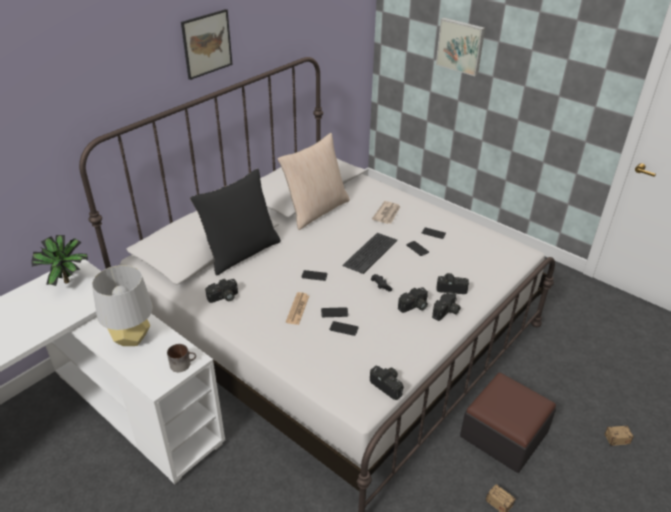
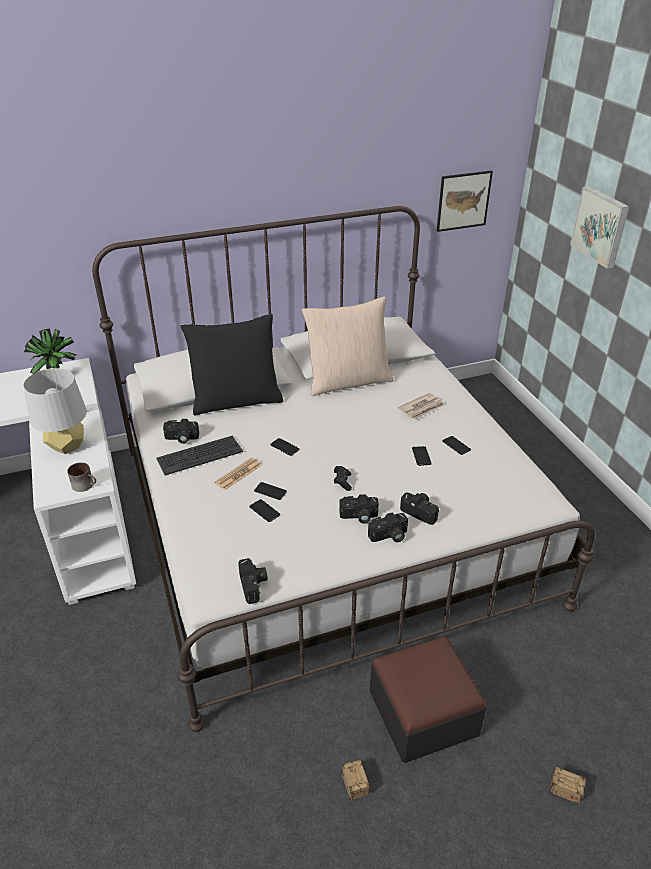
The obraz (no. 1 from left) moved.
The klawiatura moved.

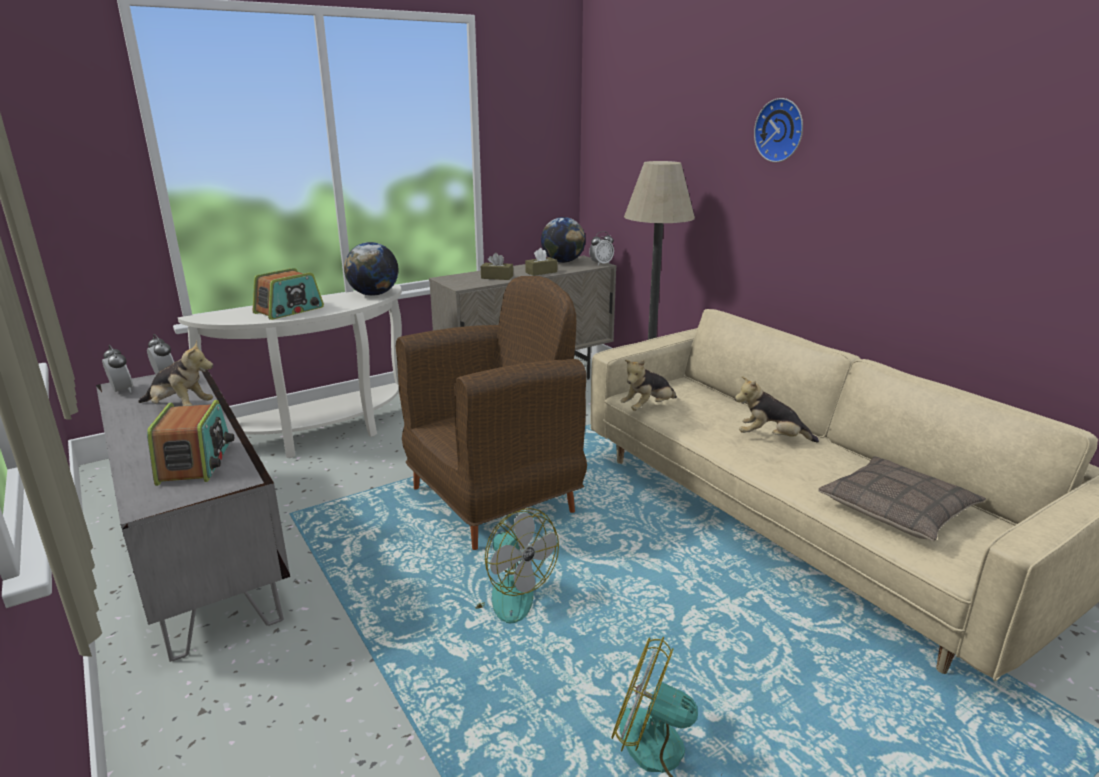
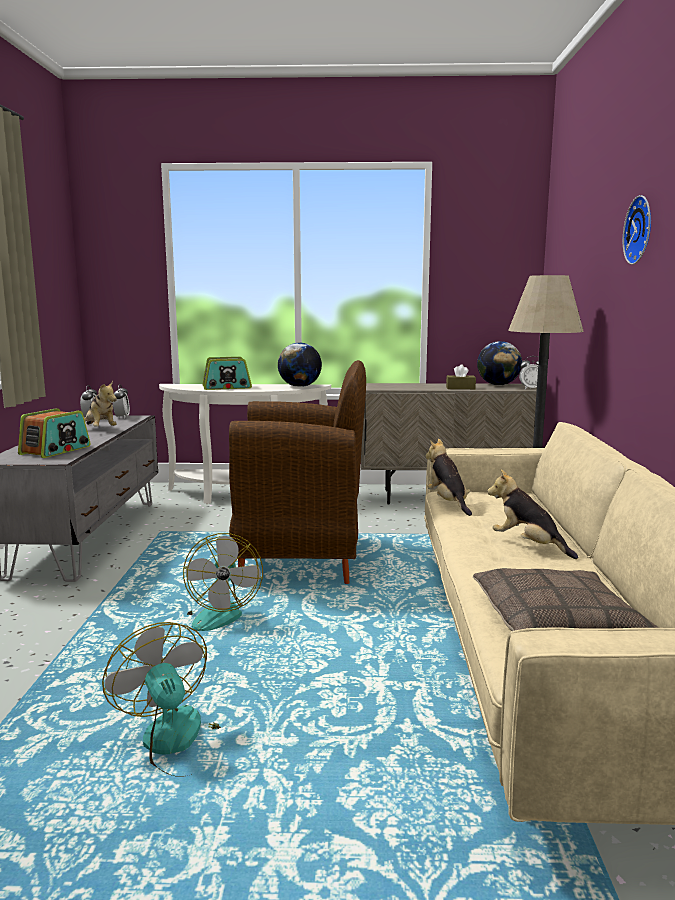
The pudełko chusteczek/brązowy (no. 1 from left) disappeared.
The pluszak (no. 2 from left) turned 75 degrees clockwise.

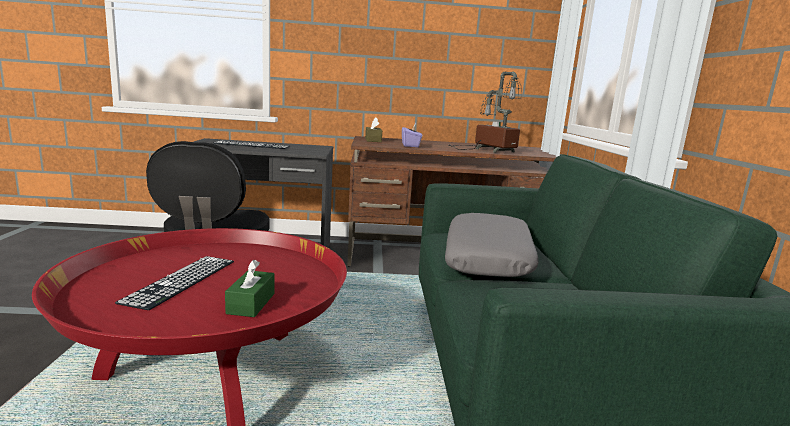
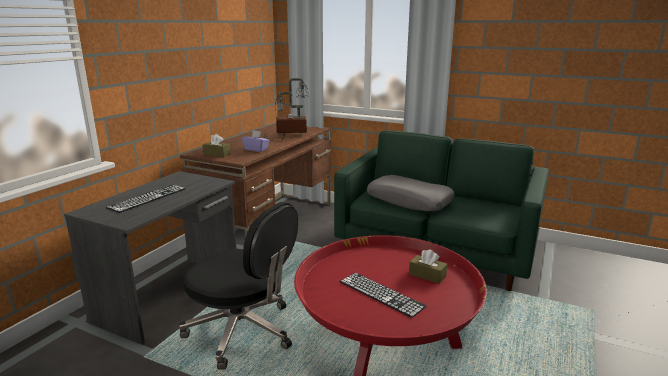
The pudełko chusteczek/zielony became the pudełko chusteczek/brązowy (no. 2 from left).

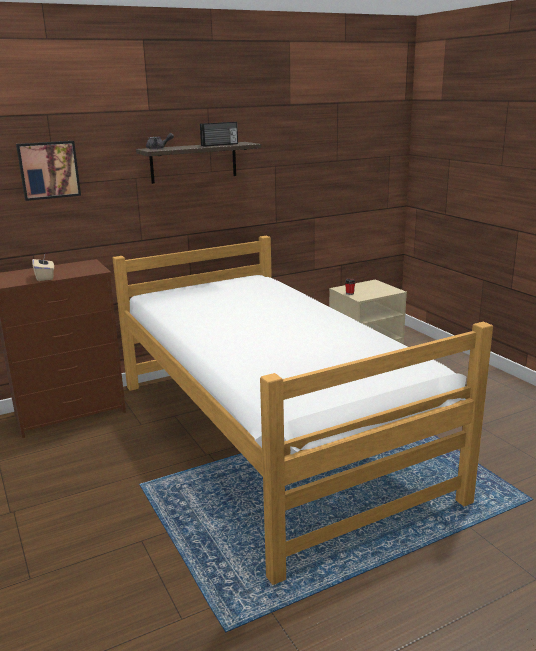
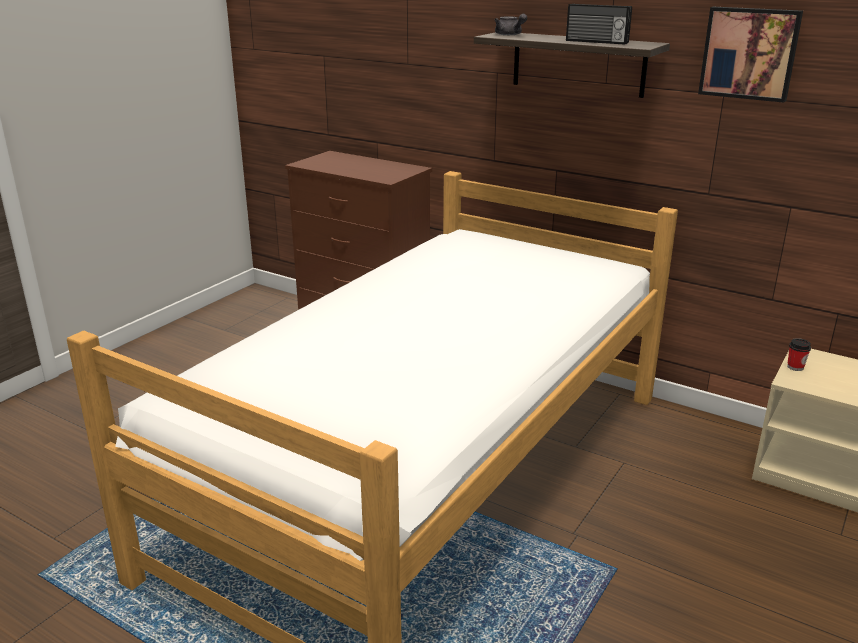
The obraz moved.
The pudełko chusteczek/beżowy disappeared.

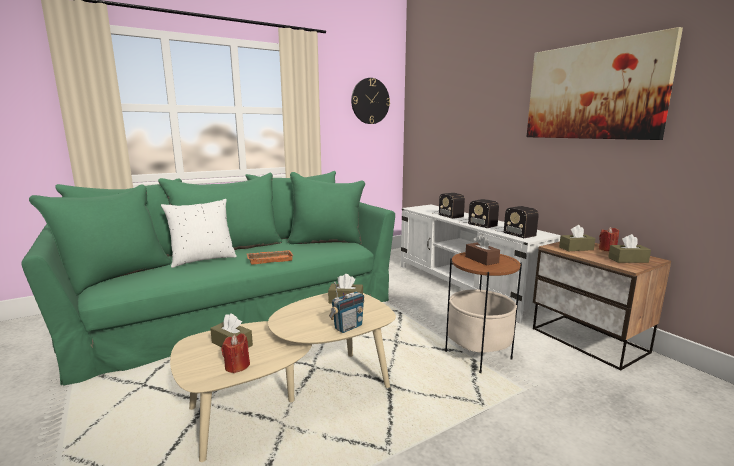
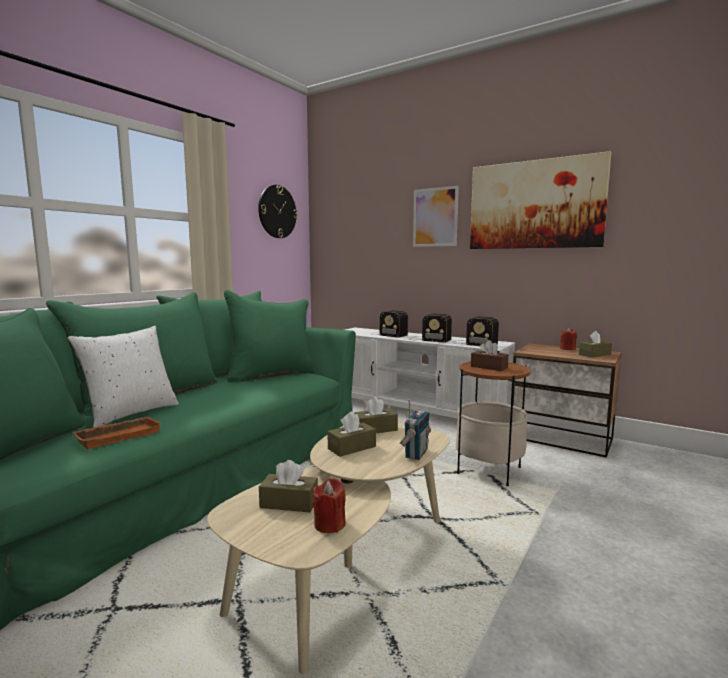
The pudełko chusteczek/brązowy (no. 4 from left in the first image) moved.
The taca/pomarańczowy moved.
The obraz (no. 1 from left) appeared.

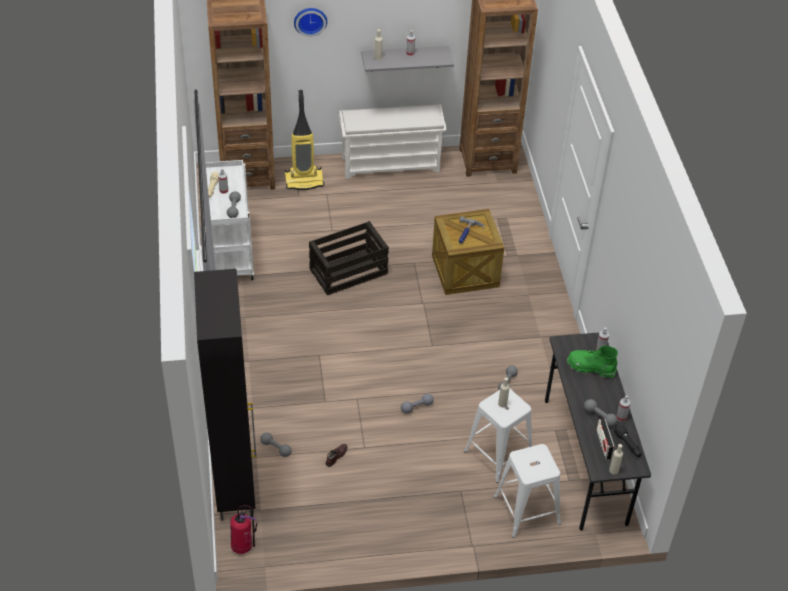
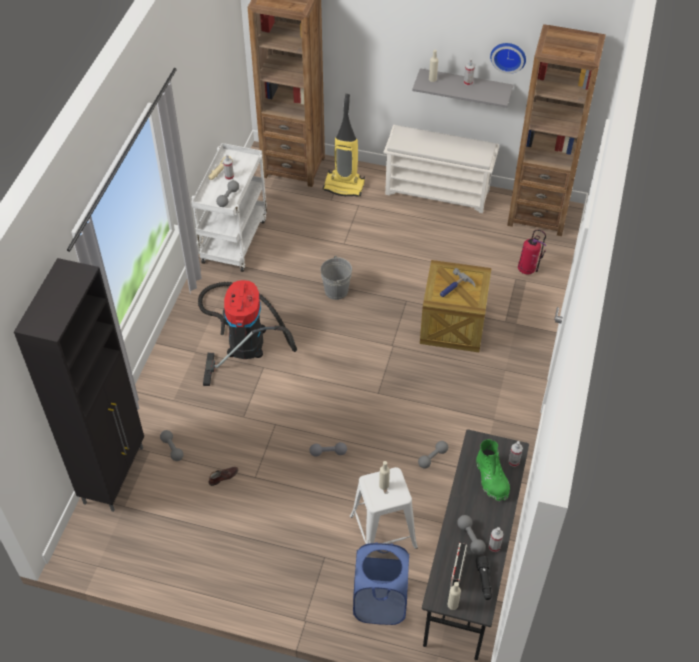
The zegar ścienny moved.
The skrzynka (no. 1 from left) was replaced by the wiadro/szary.
The but z cholewką/zielony turned 150 degrees counterclockwise.
The stołek/biały (no. 2 from left) was replaced by the kosz na pranie/niebieski.
The gaśnica moved.
The odkurzacz (no. 1 from left) appeared.

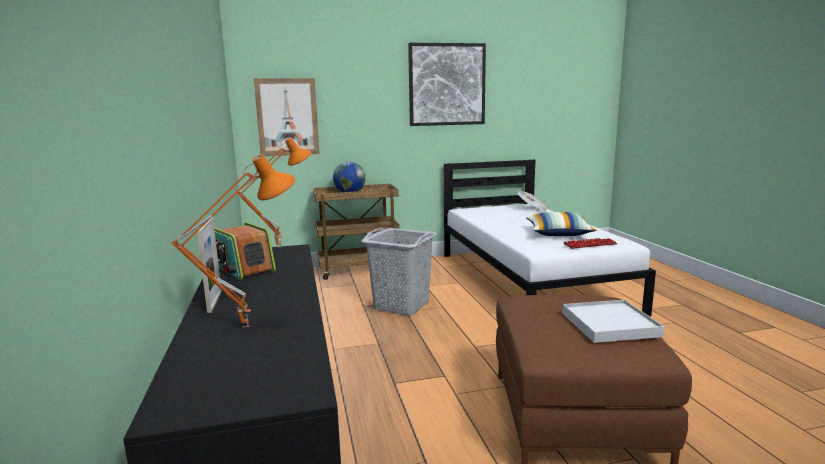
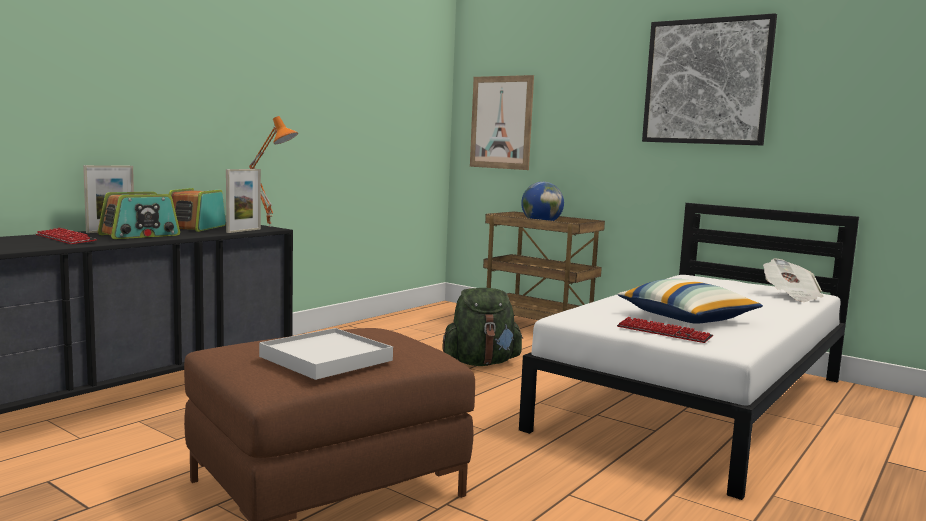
The lampa stołowa/pomarańczowy (no. 1 from left) was replaced by the klawiatura (no. 1 from left).
The kosz na pranie/szary was replaced by the plecak/zielony.
The ramka na zdjęcie (no. 2 from left) appeared.
The radio (no. 1 from left) appeared.

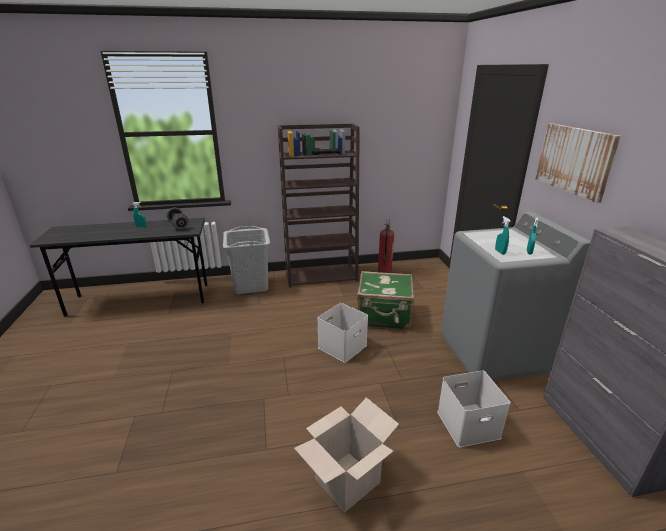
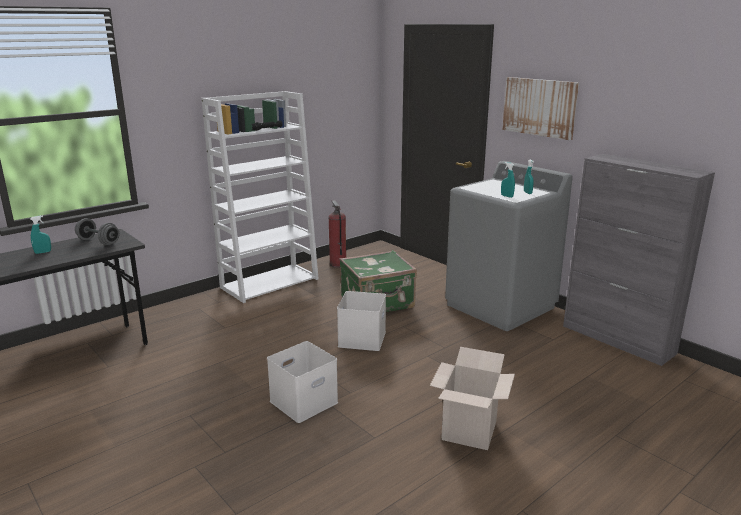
The regał/brązowy became the regał/biały.
The kosz na pranie/szary disappeared.
The pojemnik do przechowywania/biały (no. 2 from left in the first image) moved.

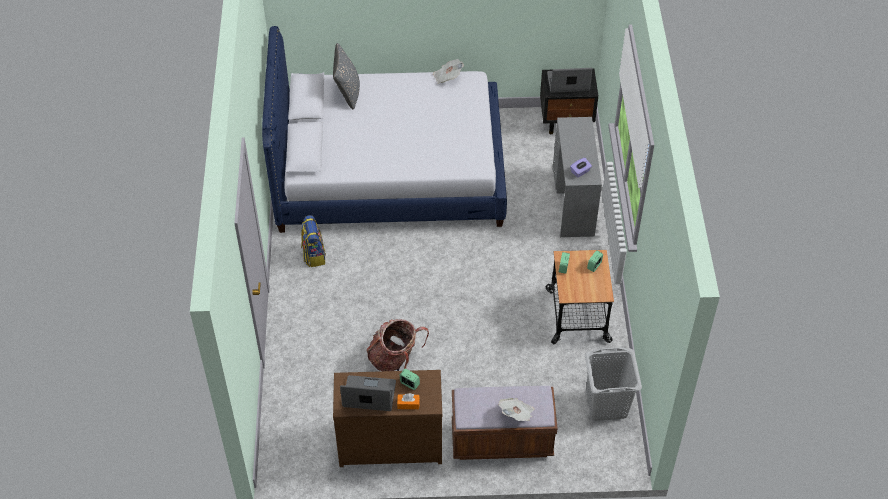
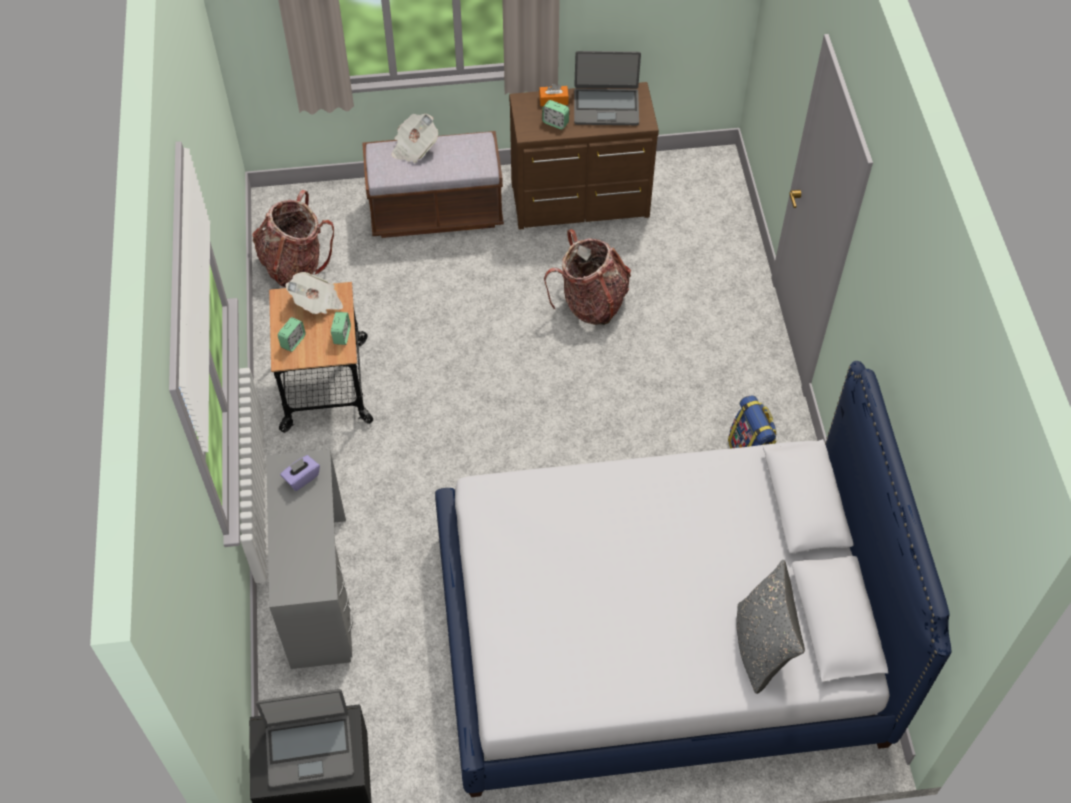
The gazeta (no. 1 from left) moved.
The kosz na pranie/szary was replaced by the plecak (no. 1 from left).

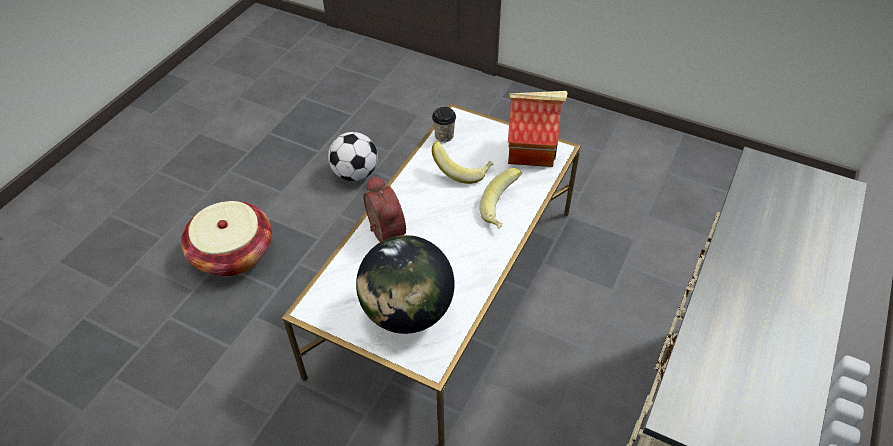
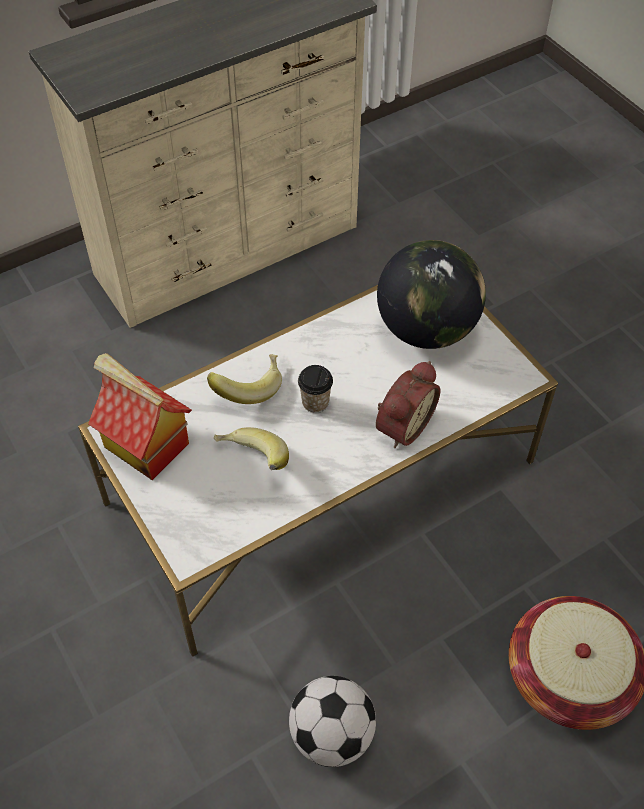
The filiżanka moved.
The budzik turned 150 degrees counterclockwise.

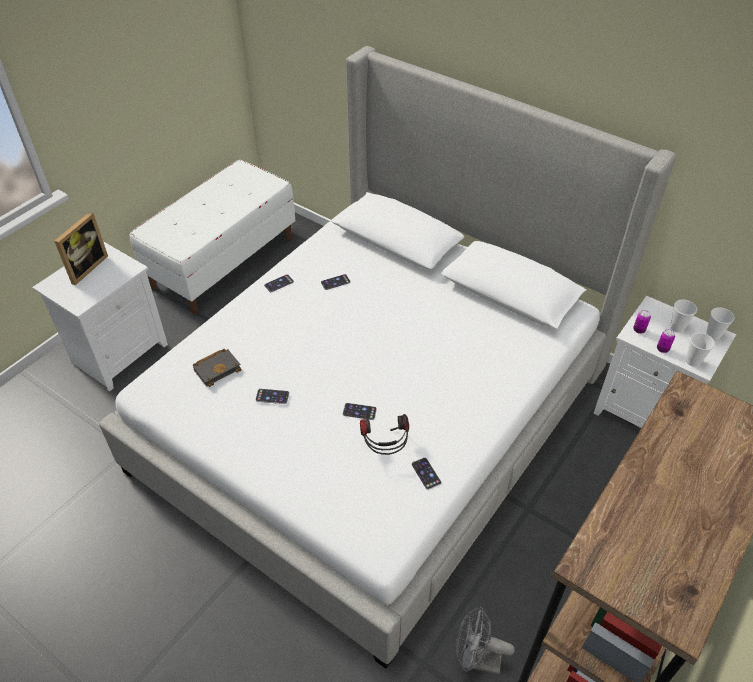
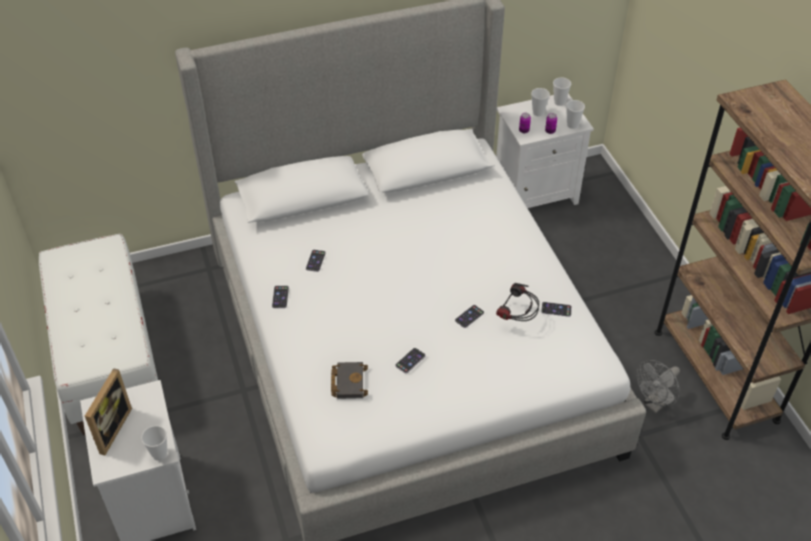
The ramka na zdjęcie turned 45 degrees clockwise.
The filiżanka (no. 1 from left) appeared.

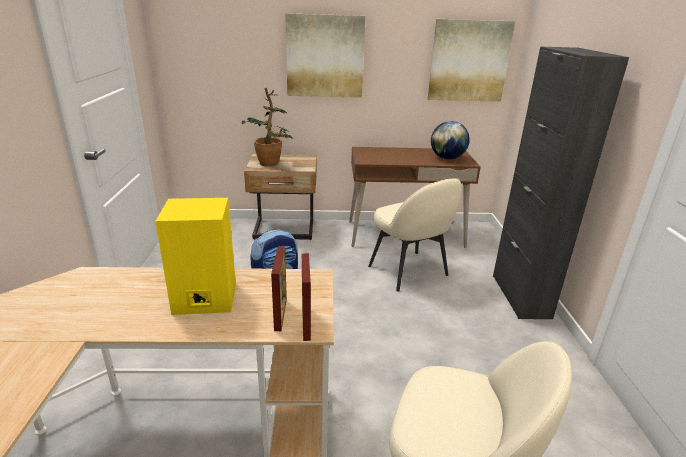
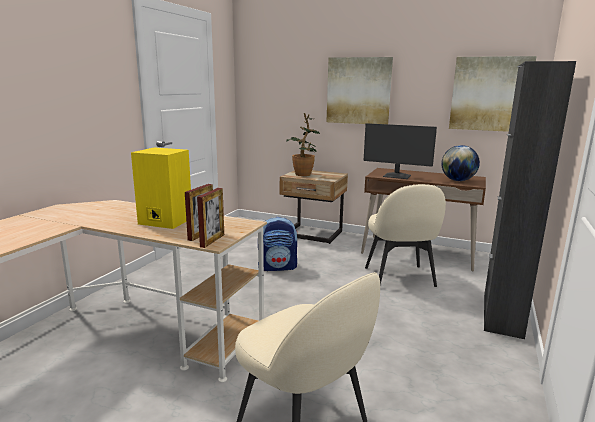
The monitor appeared.

